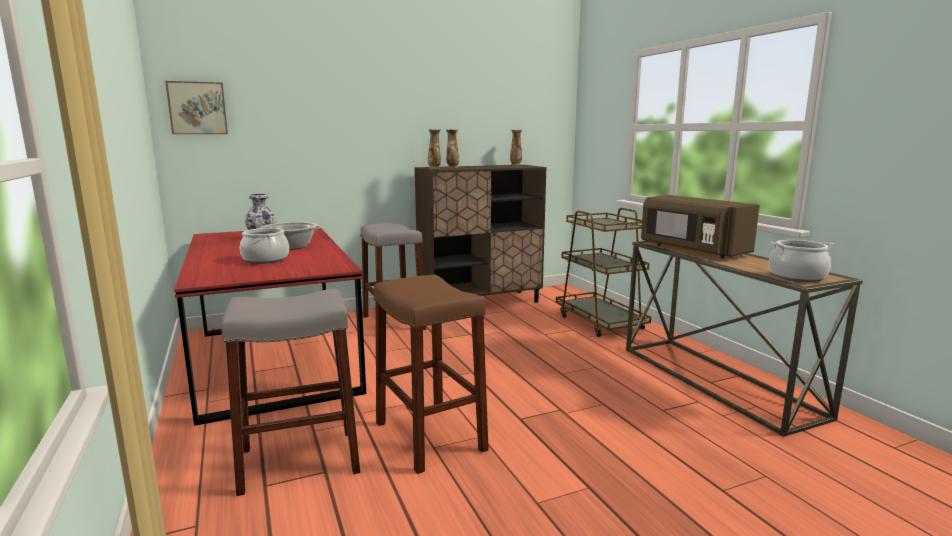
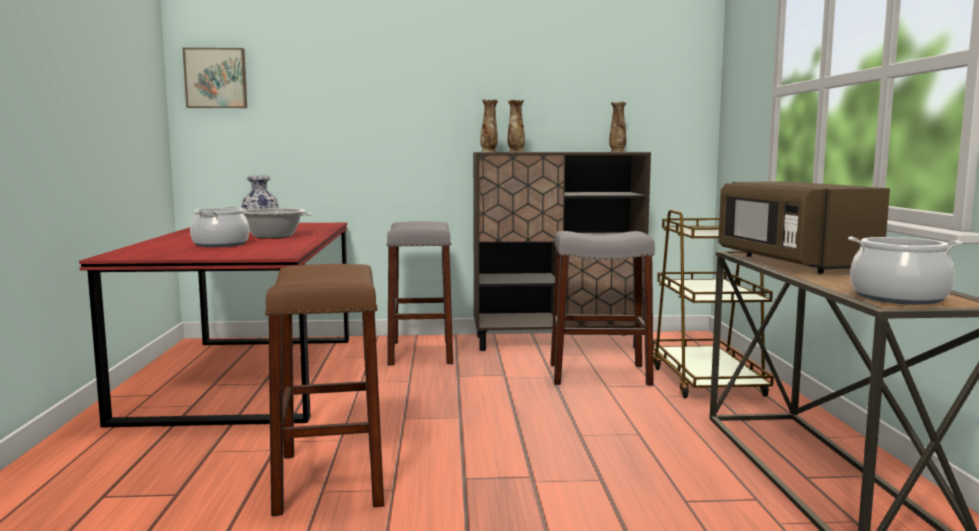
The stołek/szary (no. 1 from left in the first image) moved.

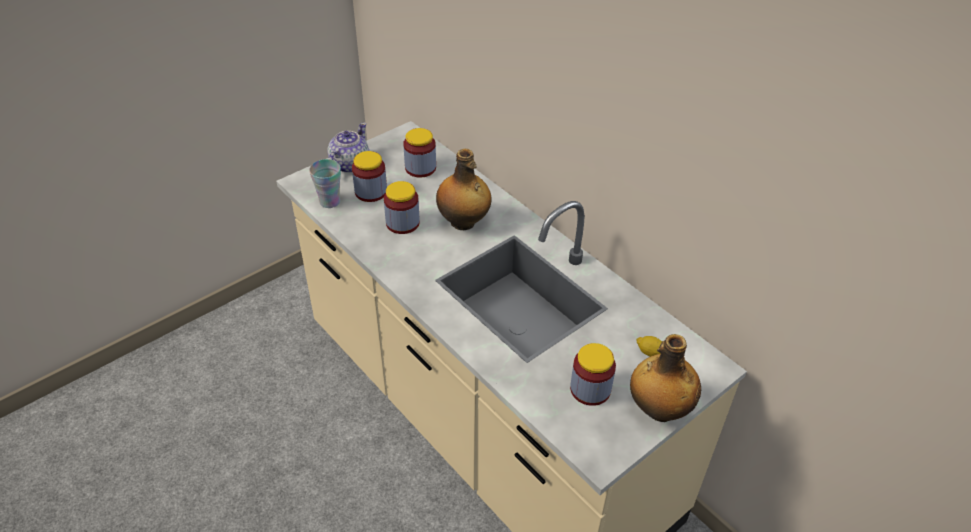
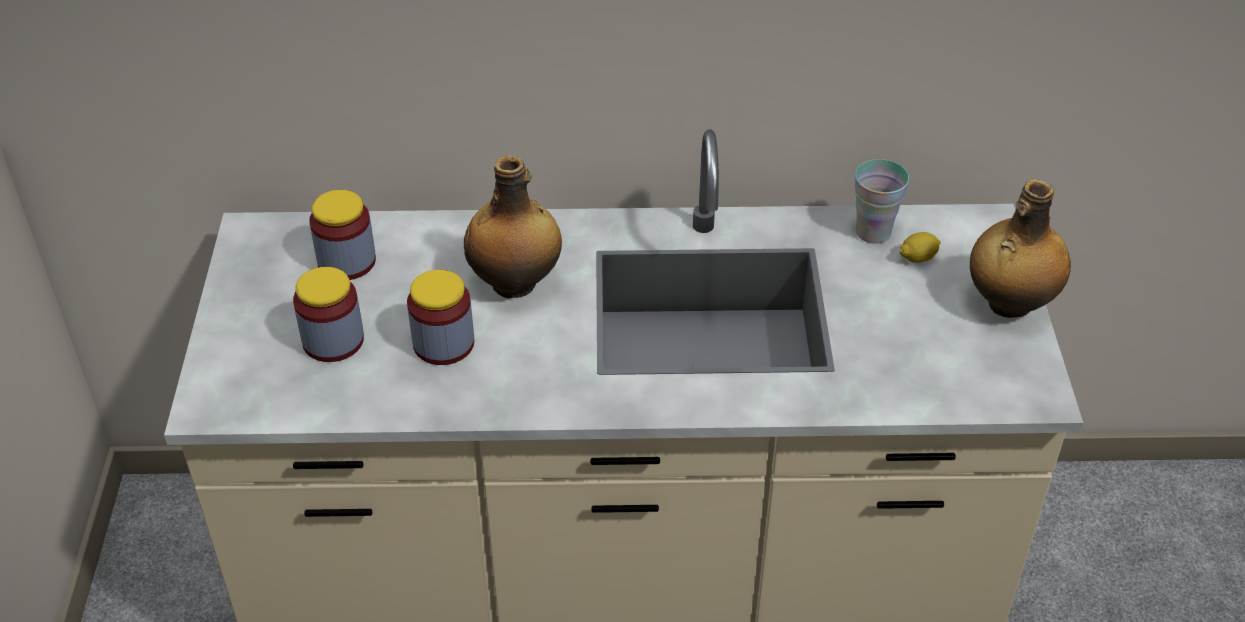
The imbryk disappeared.
The filiżanka moved.
The słoik (no. 4 from left) disappeared.

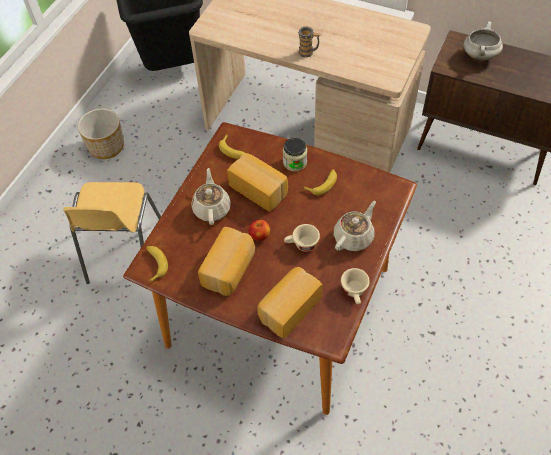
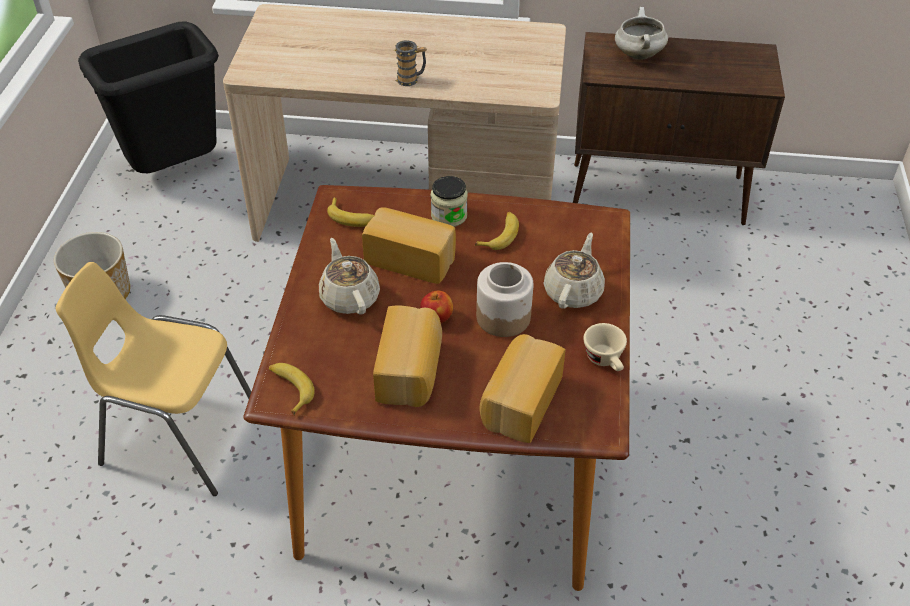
The krzesło/żółty turned 120 degrees clockwise.
The filiżanka/beżowy (no. 1 from left) was replaced by the słoik (no. 2 from left).

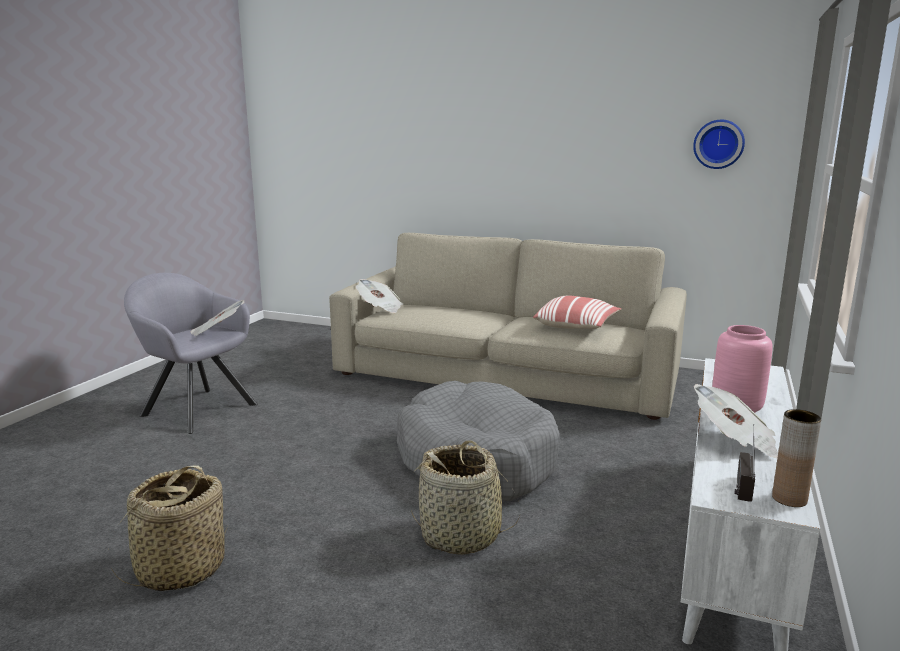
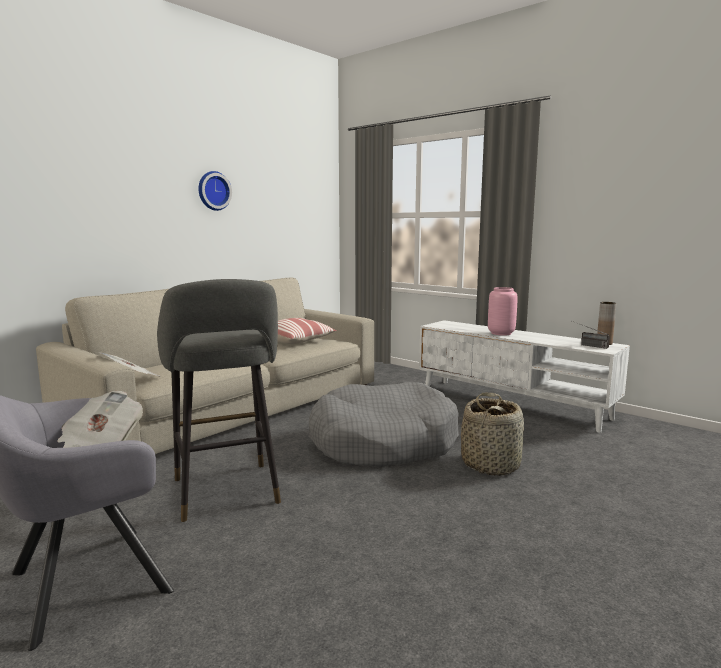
The zegar ścienny moved.
The gazeta (no. 3 from left) disappeared.
The koszyk (no. 1 from left) disappeared.
The stołek/szary appeared.

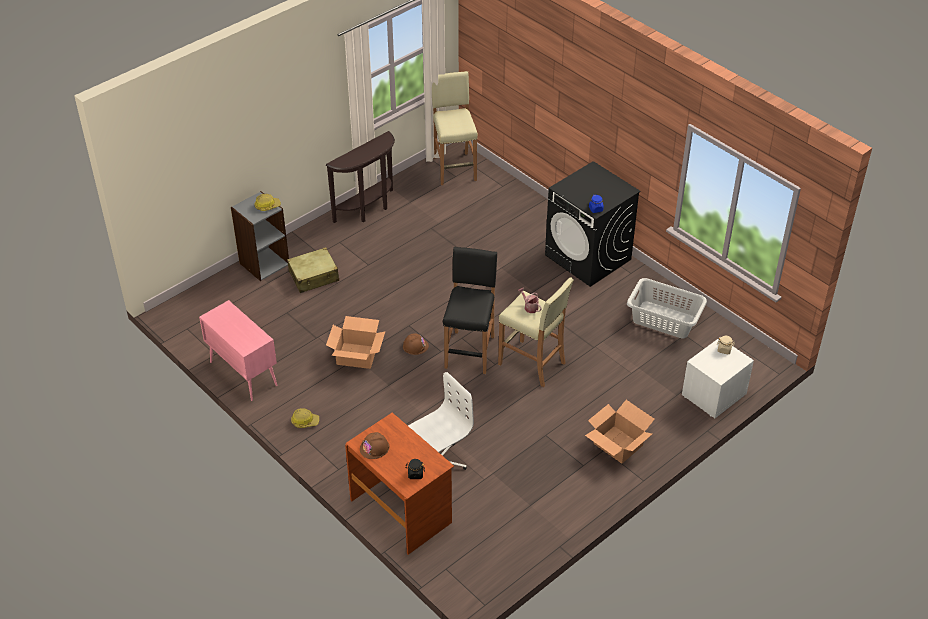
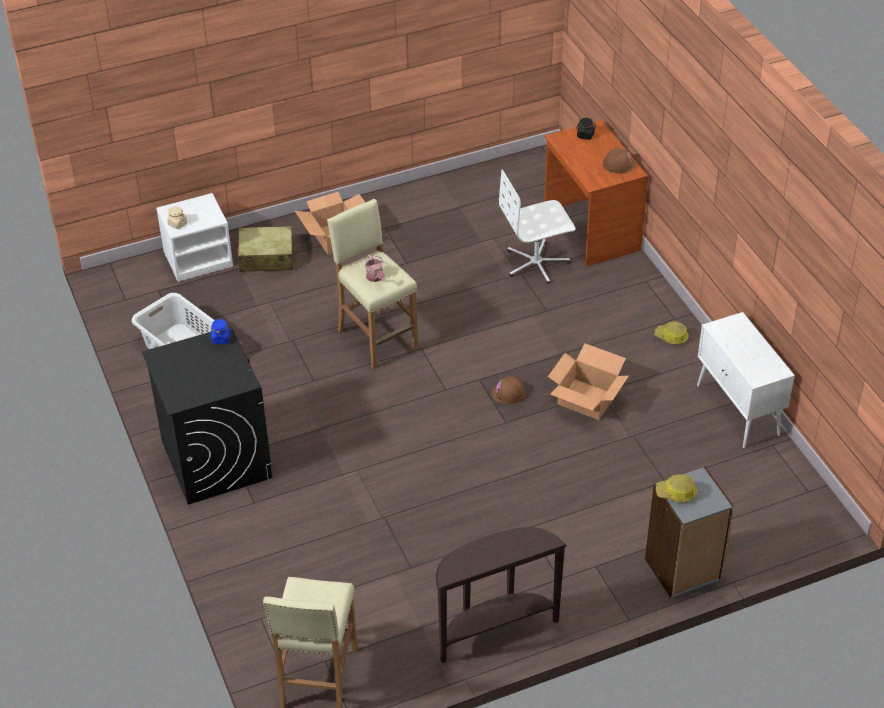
The walizka/beżowy moved.
The stołek/czarny disappeared.
The szafka/różowy became the szafka/biały.

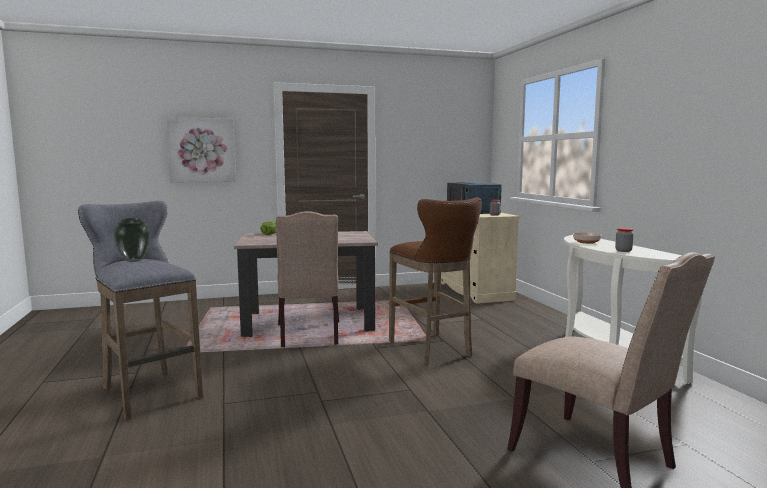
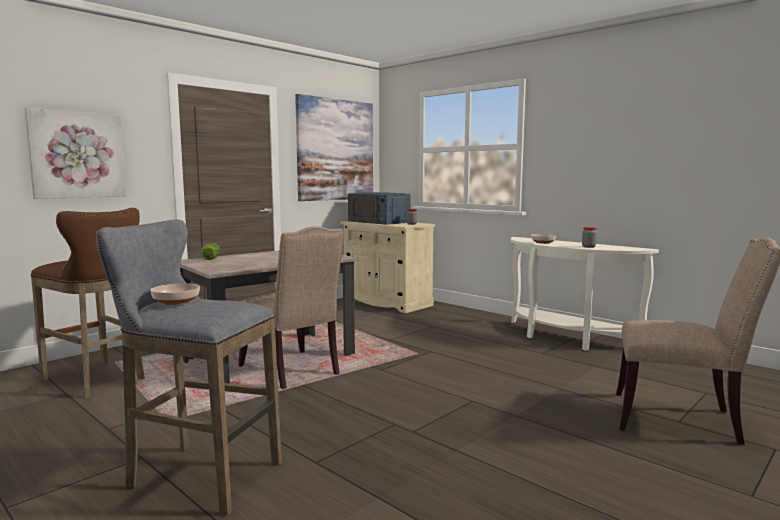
The stołek/brązowy moved.
The wazon was replaced by the miska (no. 1 from left).
The obraz (no. 2 from left) appeared.

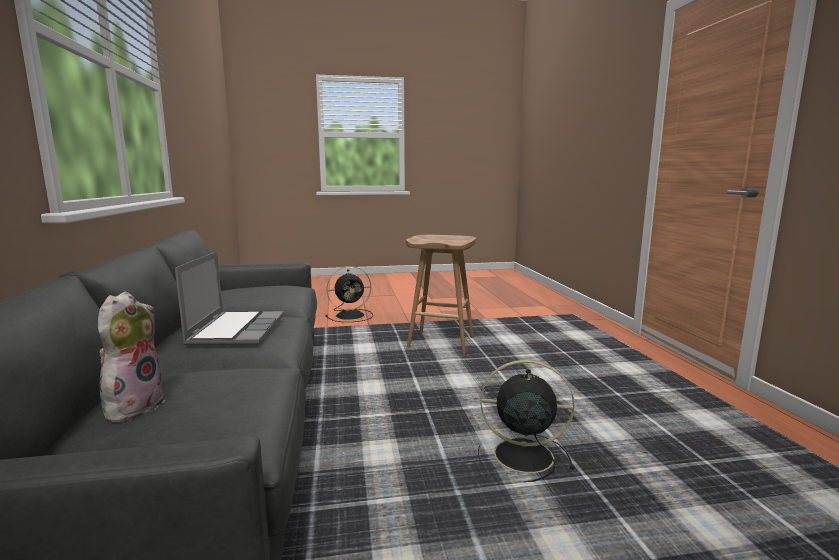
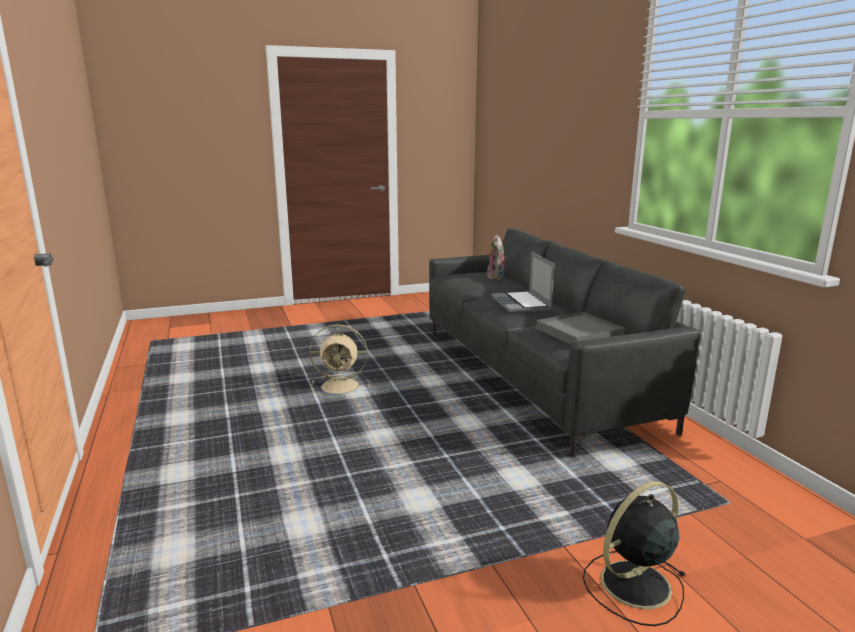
The stołek/brązowy disappeared.
The wentylator/czarny (no. 2 from left) became the wentylator/beżowy.
The taca/szary appeared.

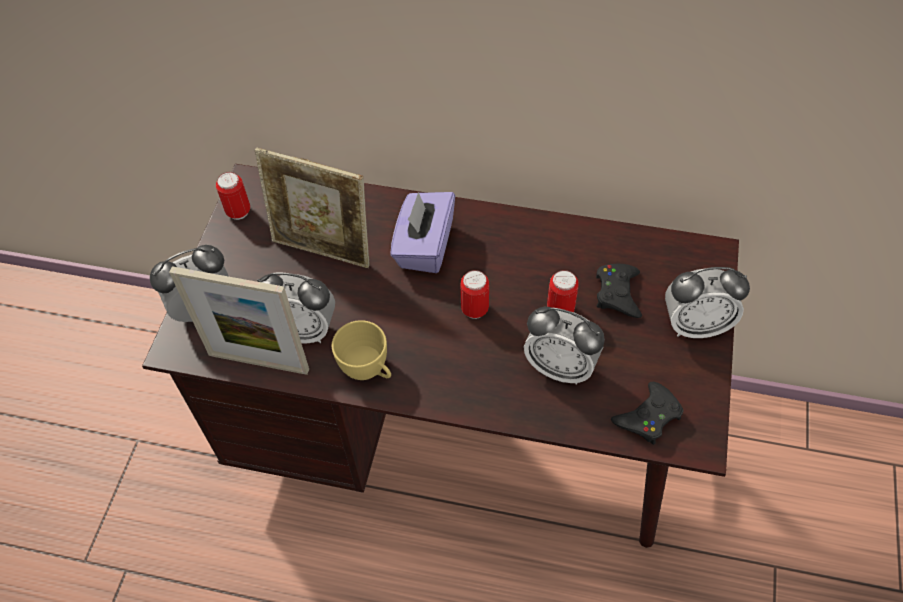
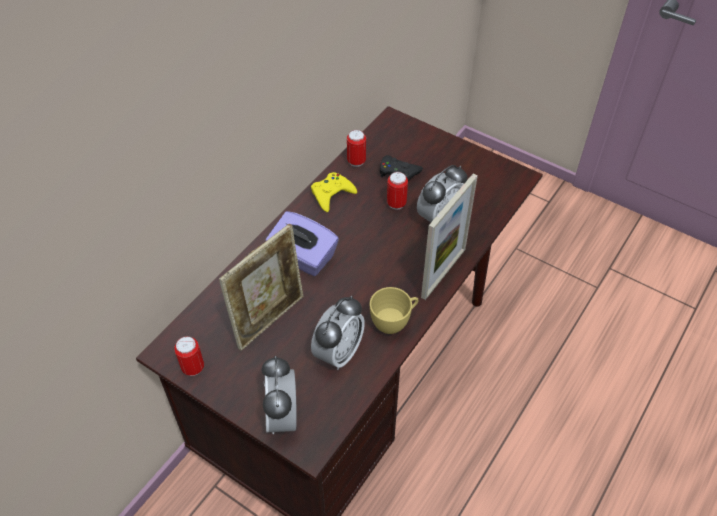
The ramka na zdjęcie (no. 1 from left in the first image) moved.
The budzik (no. 4 from left) disappeared.
The puszka (no. 2 from left) moved.
The pad do gier/czarny (no. 2 from left) disappeared.
The pad do gier/żółty appeared.

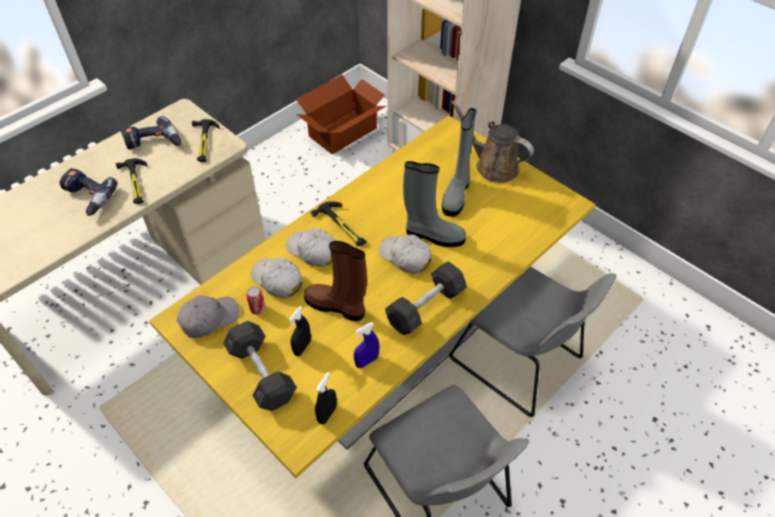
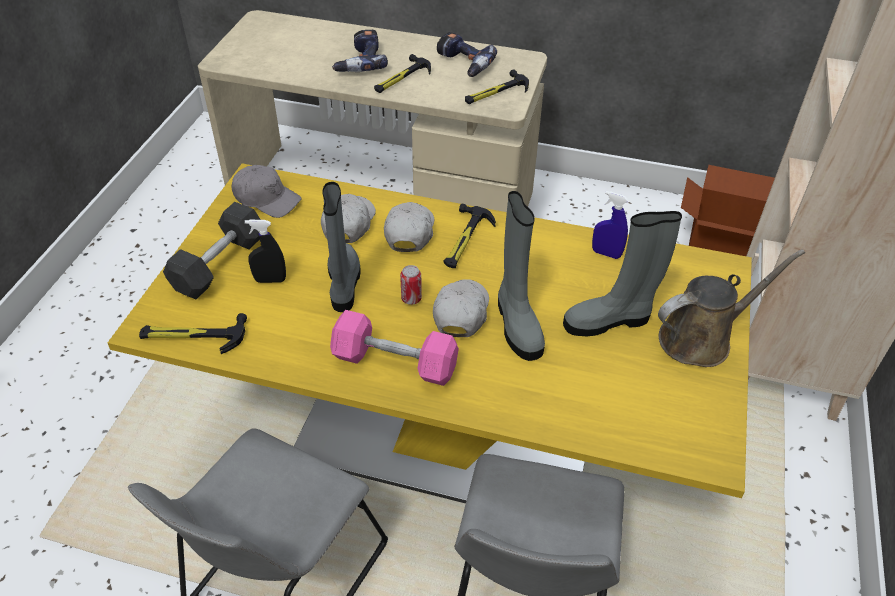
The konewka/brązowy turned 60 degrees clockwise.
The but z cholewką/brązowy became the but z cholewką/szary (no. 1 from left).
The hantel/szary (no. 2 from left) became the hantel/różowy.
The puszka moved.
The spryskiwacz/niebieski moved.
The spryskiwacz/czarny (no. 2 from left) was replaced by the młotek (no. 1 from left).

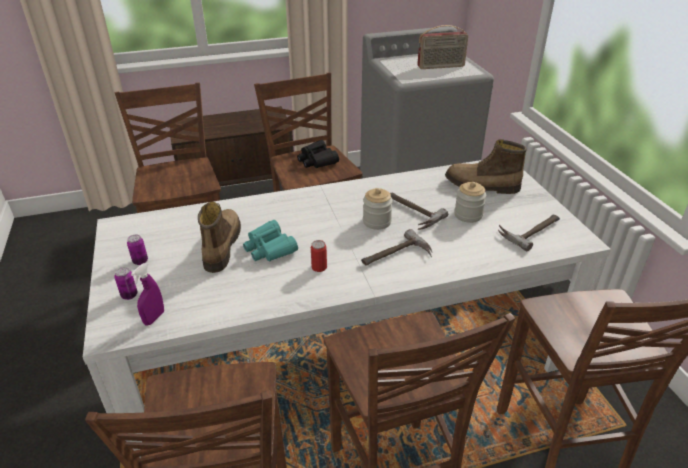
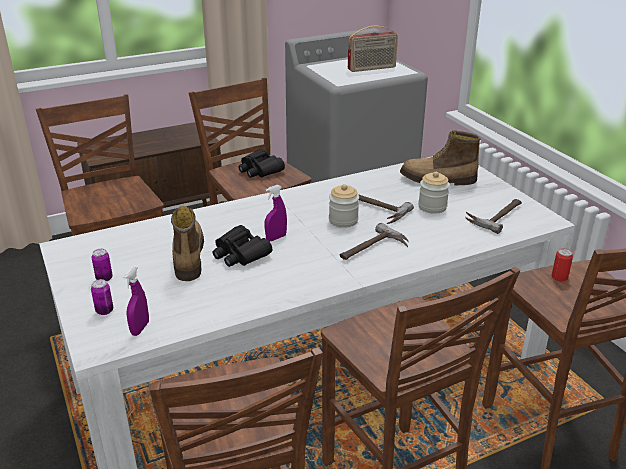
The lornetka/turkusowy became the lornetka/czarny (no. 1 from left).
The puszka (no. 3 from left) moved.
The spryskiwacz/fioletowy (no. 2 from left) appeared.

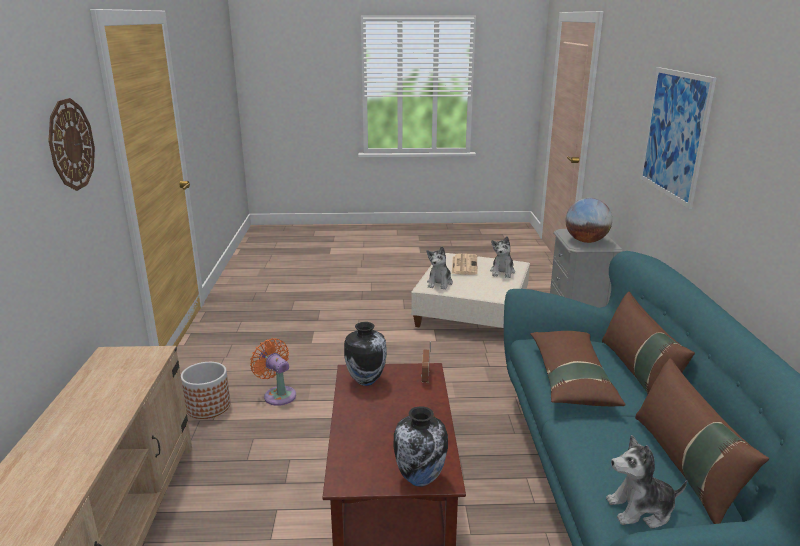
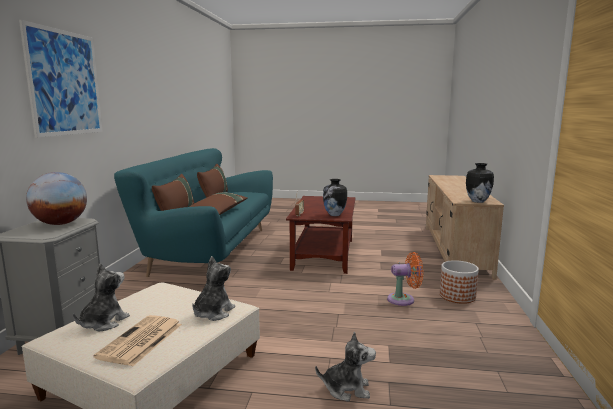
The zegar ścienny disappeared.
The wentylator/pomarańczowy turned 60 degrees counterclockwise.
The wazon (no. 2 from left) moved.
The pluszak (no. 3 from left) moved.

